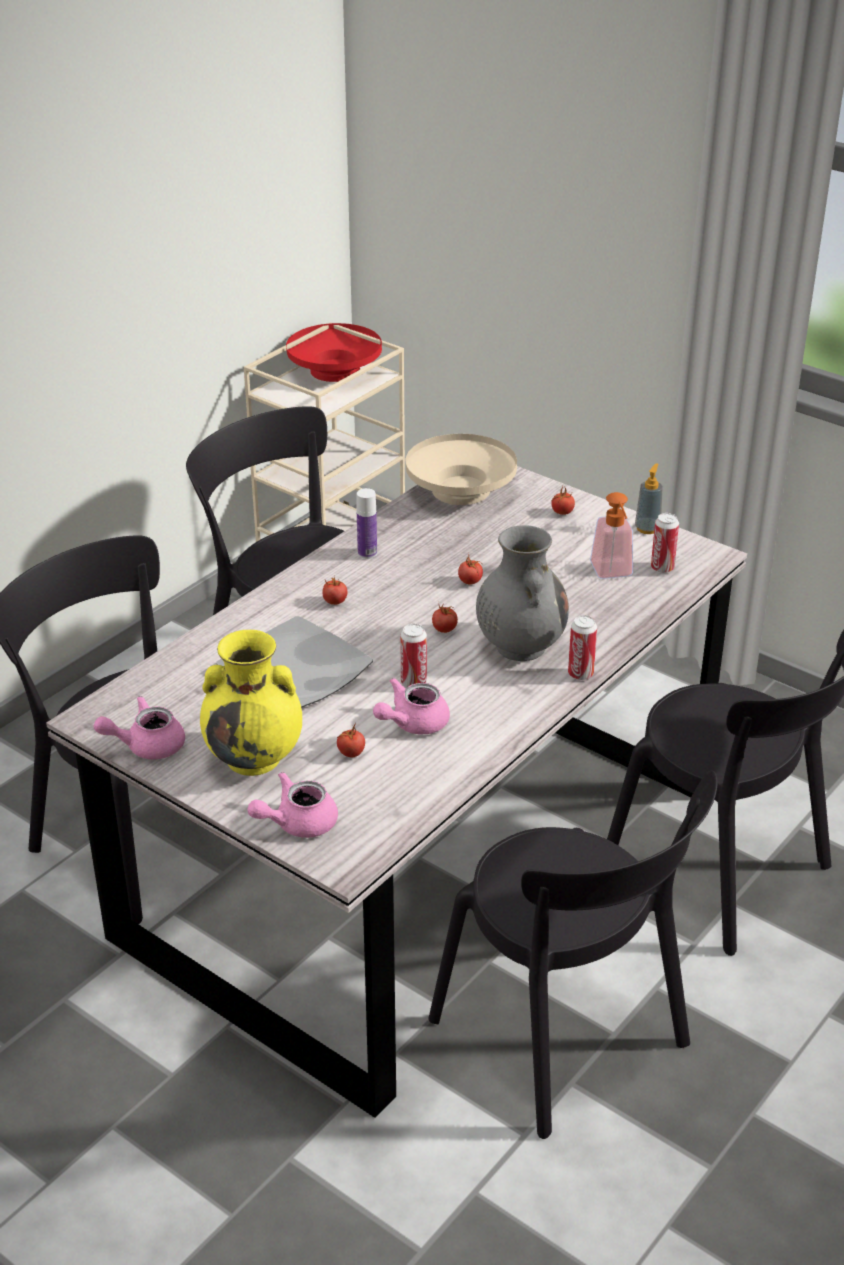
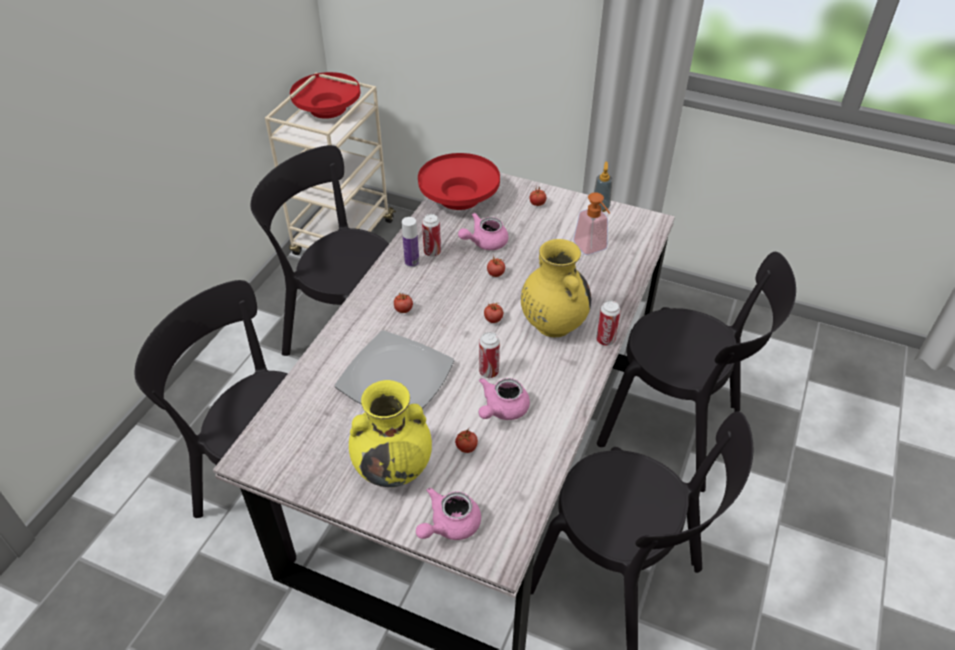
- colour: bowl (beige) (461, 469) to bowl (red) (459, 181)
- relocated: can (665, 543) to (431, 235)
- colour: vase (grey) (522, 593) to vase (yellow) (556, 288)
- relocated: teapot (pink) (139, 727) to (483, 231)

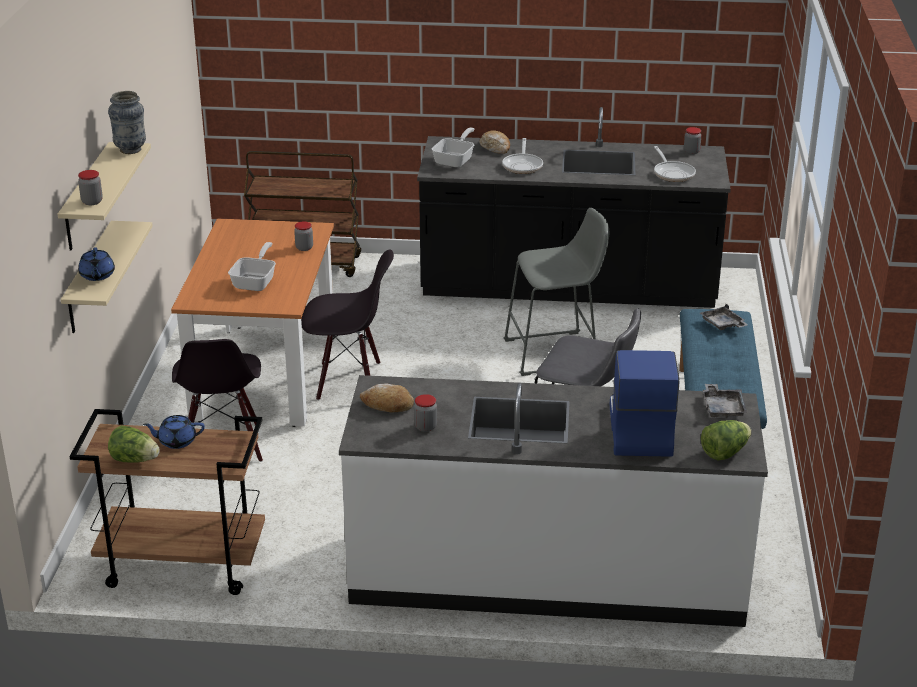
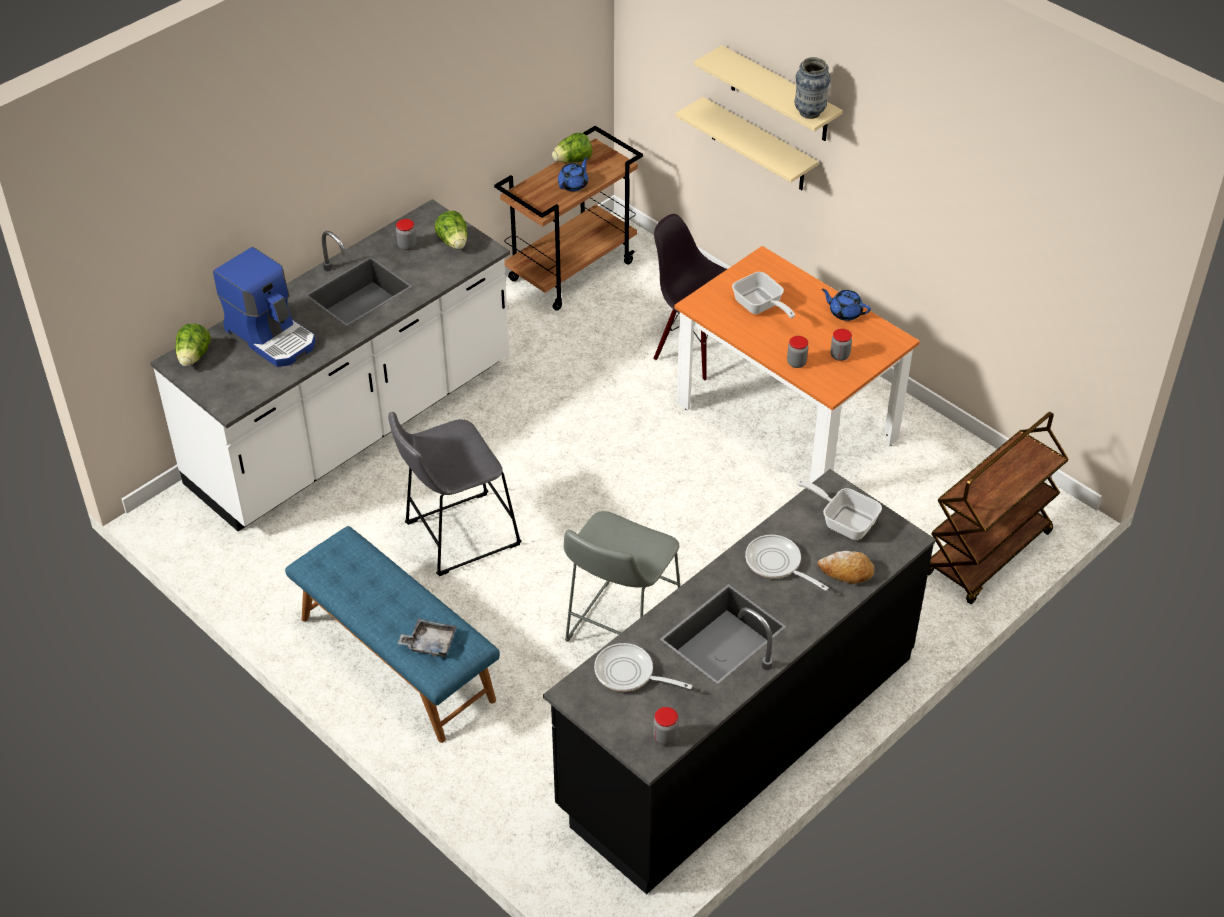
- spun: frying pan (453, 148) = (839, 510) 150 degrees clockwise
- relocated: jar (90, 187) to (841, 345)
- relocated: teapot (blue) (96, 264) to (846, 305)
- missing: chair (black) (347, 325)
- exchanged: bread (387, 397) to lettuce (451, 230)
- missing: tray (grey) (725, 401)

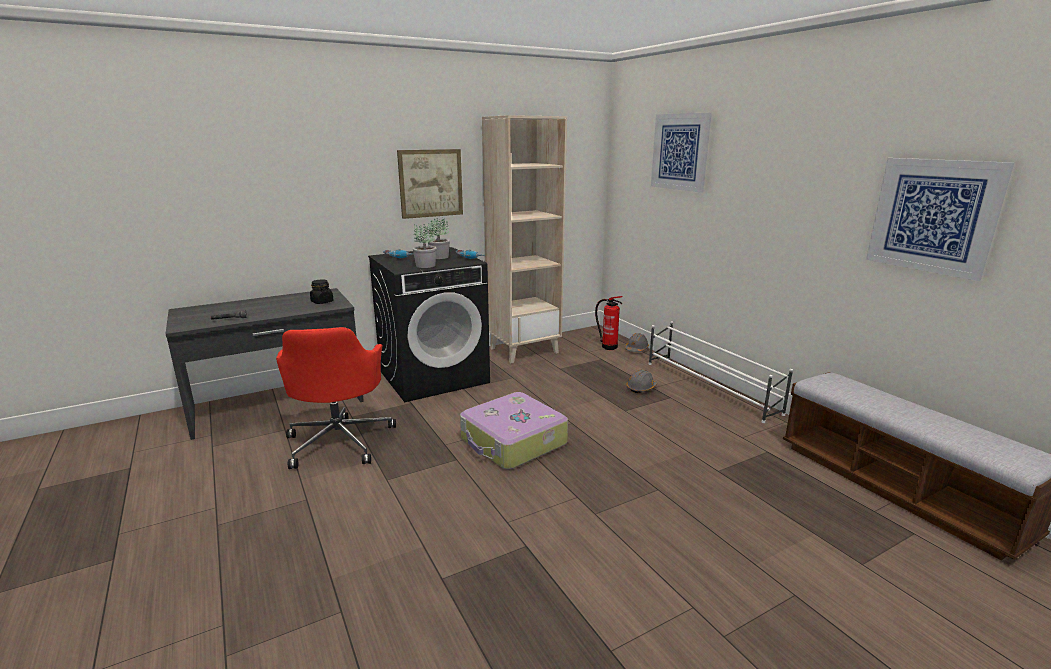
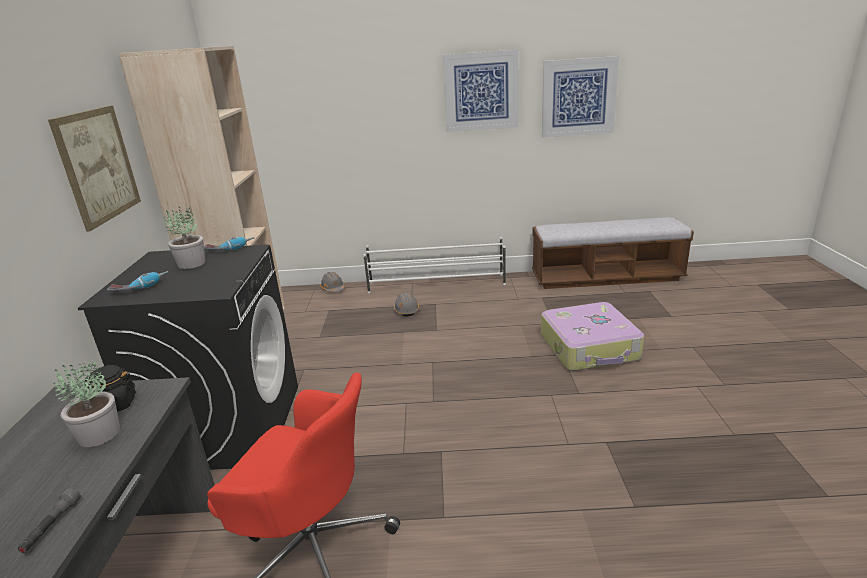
- relocated: picture (681, 153) to (480, 91)
- relocated: potted plant (425, 246) to (87, 404)
- missing: fire extinguisher (609, 323)
- relocated: suitcase (514, 430) to (592, 336)

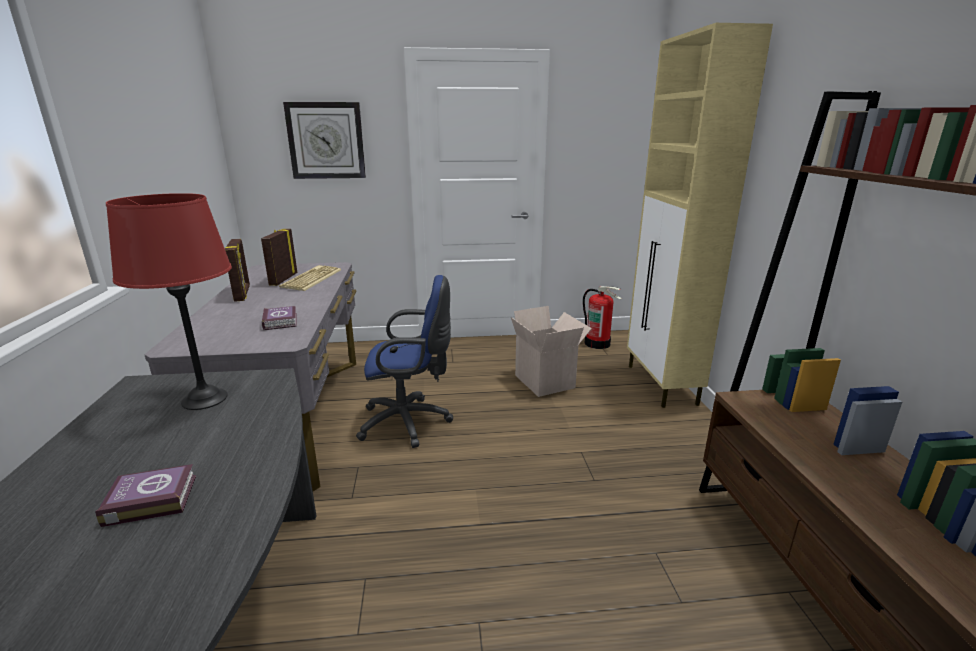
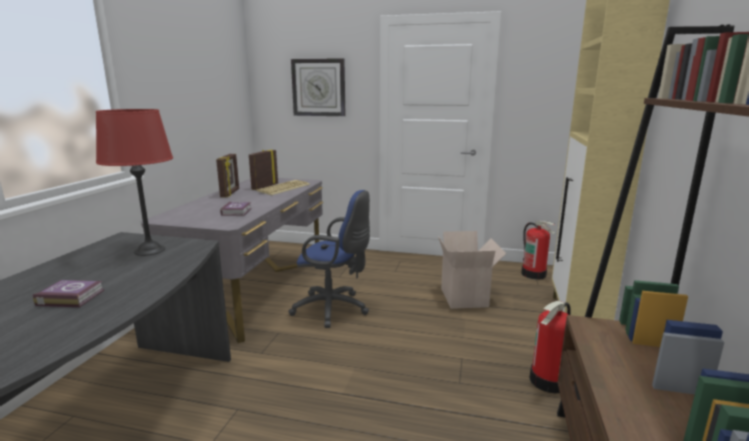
- appeared: fire extinguisher (550, 346)

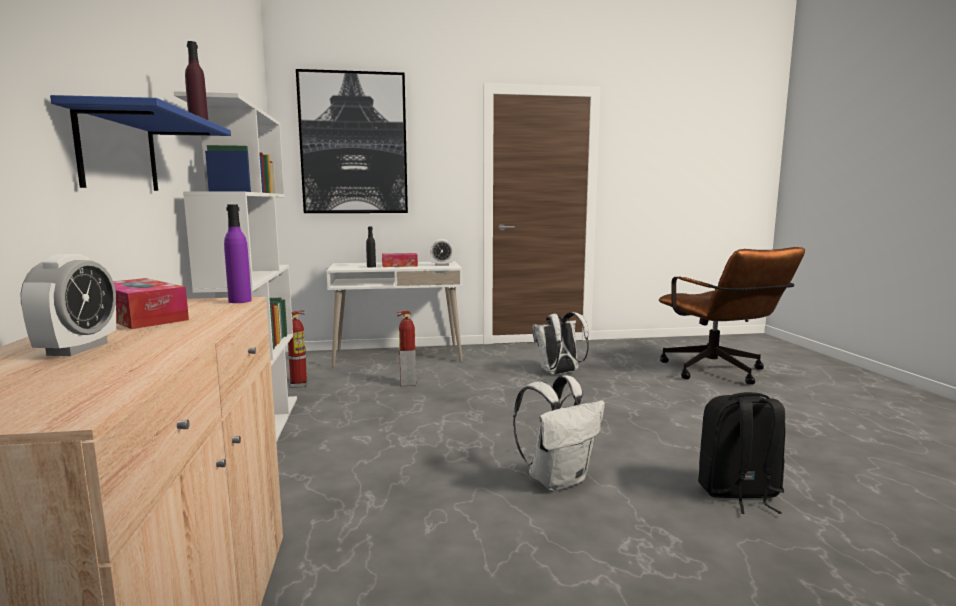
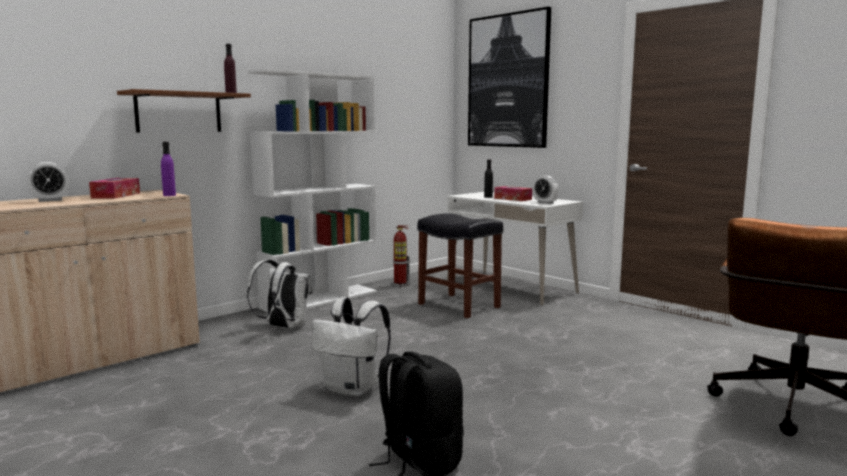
- colour: shelf (blue) (140, 143) to shelf (brown) (184, 110)
- exchanged: fire extinguisher (407, 348) to stool (black) (460, 265)
- relocated: backpack (white) (560, 343) to (279, 294)

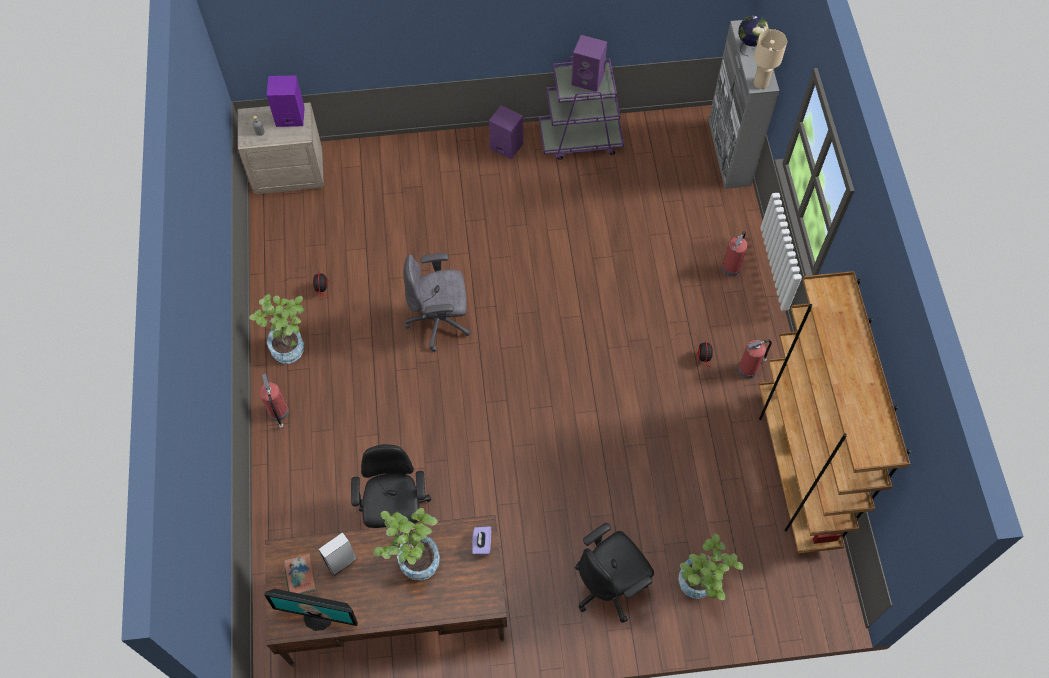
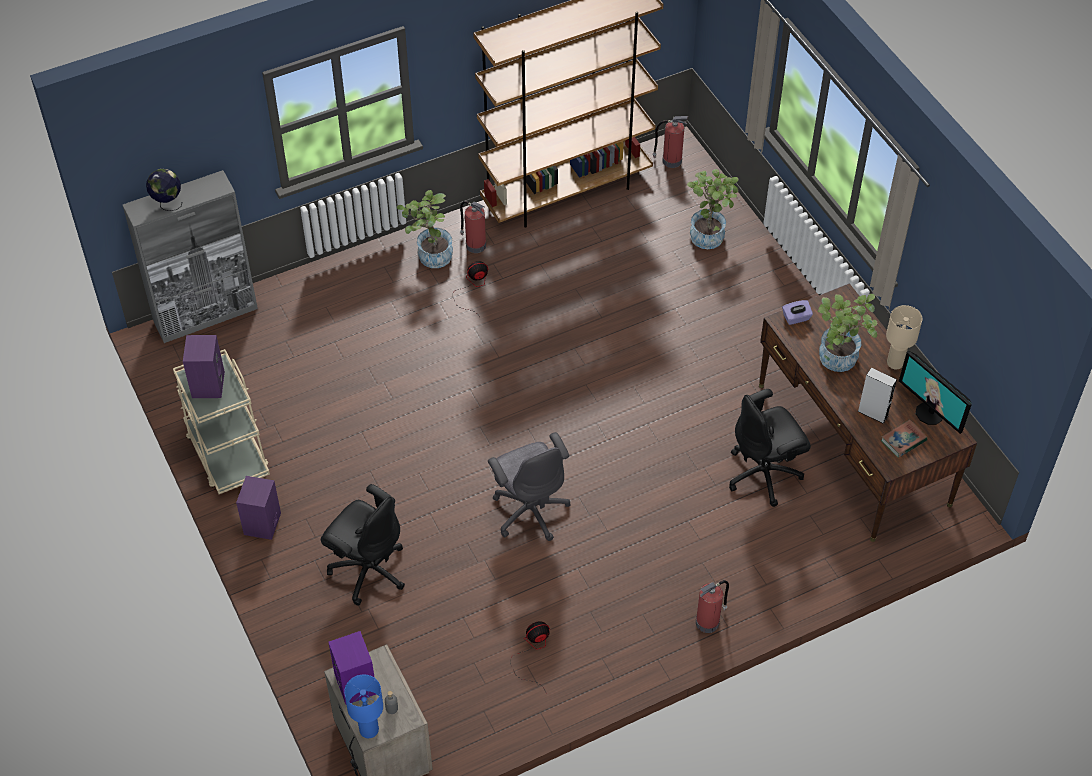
- relocated: table lamp (beige) (770, 59) to (904, 337)
- colour: cart (purple) (581, 108) to cart (beige) (221, 421)
- relocated: fire extinguisher (735, 254) to (670, 142)
- relocated: potted plant (277, 329) to (425, 229)
- relocated: office chair (black) (614, 573) to (362, 544)
- spun: monitor (311, 610) = (935, 392) 150 degrees clockwise
- appeared: table lamp (blue) (363, 706)

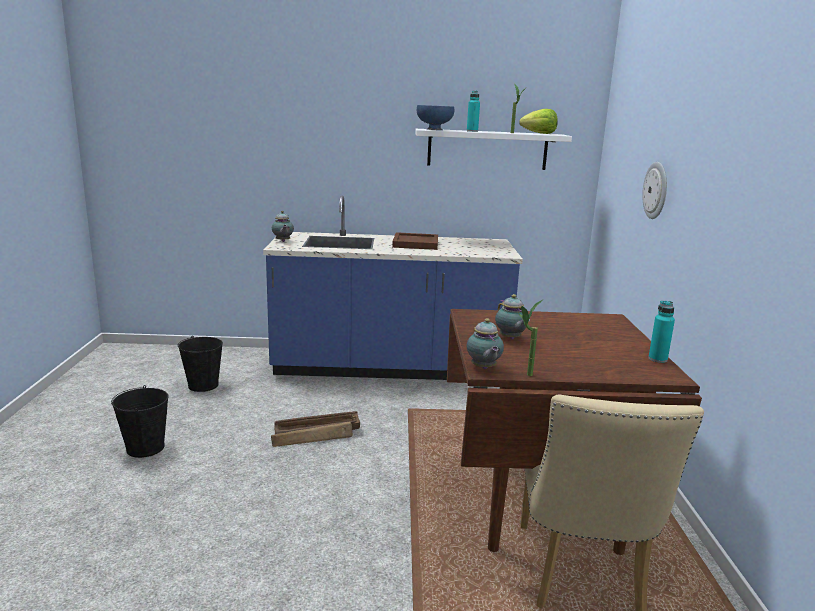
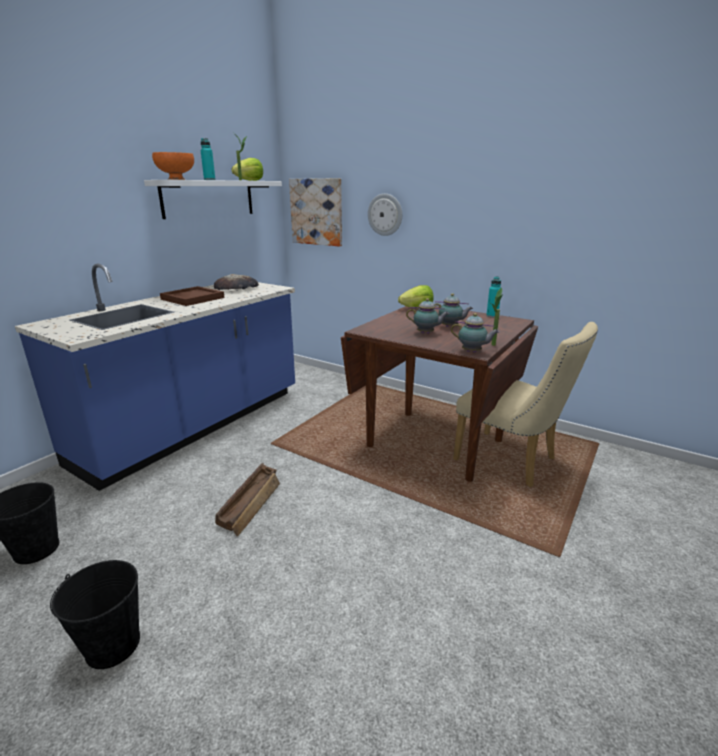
- colour: bowl (blue) (435, 117) to bowl (orange) (173, 166)
- relocated: teapot (283, 226) to (453, 310)
- appeared: picture (315, 212)
- appeared: bread (236, 282)
- appeared: lettuce (415, 296)

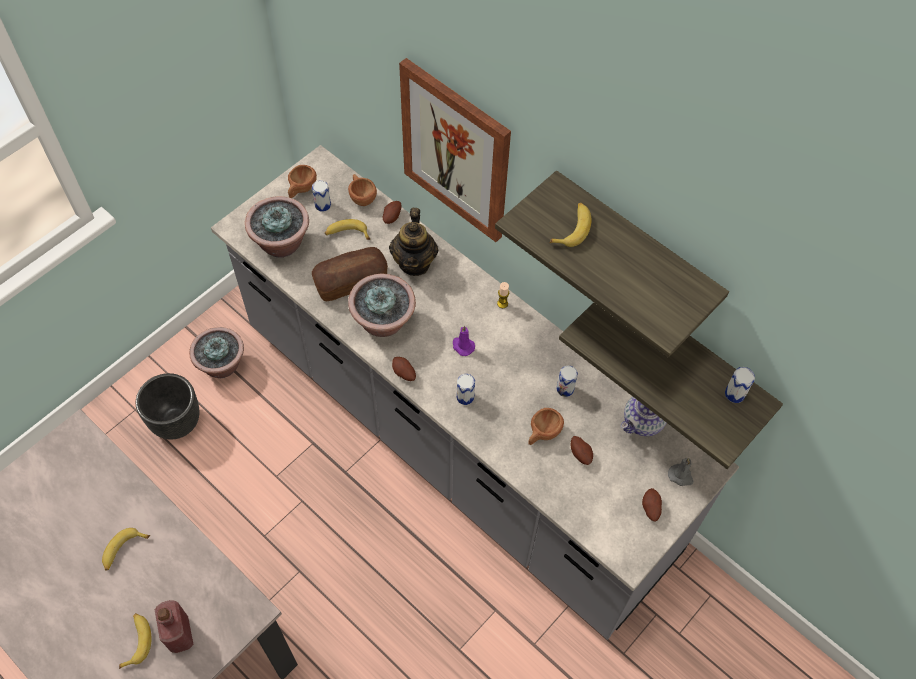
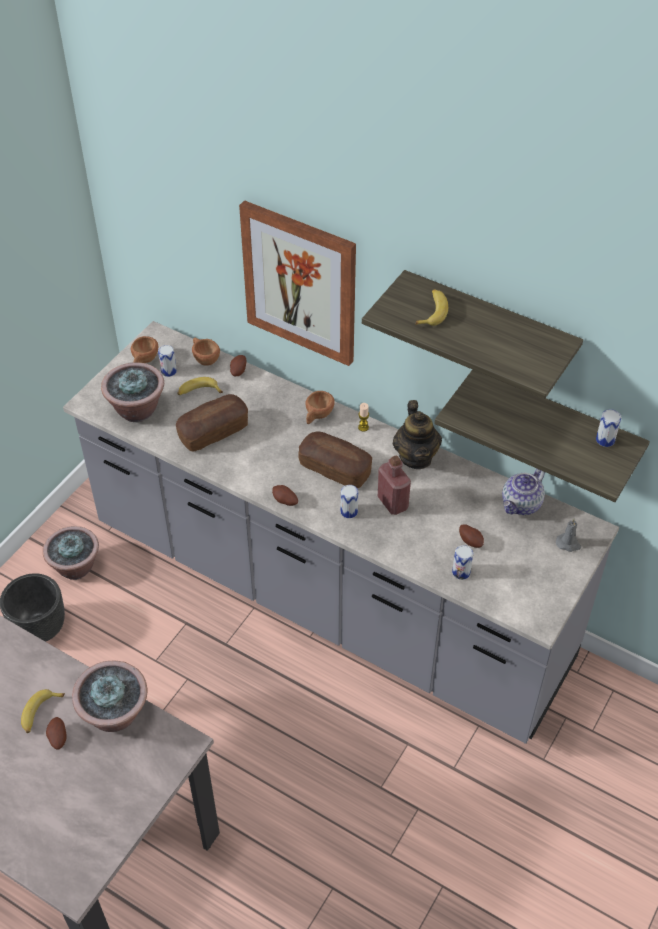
- relocated: teapot (413, 242) to (417, 434)
- relocated: potted plant (382, 305) to (110, 696)
- exchanged: candle (purple) (464, 341) to bread (335, 459)
- relocated: can (567, 381) to (462, 562)
- relocated: cup (brown) (546, 426) to (320, 407)
- relocated: potato (652, 505) to (56, 733)
- relocated: bottle (red) (174, 626) to (394, 485)
- missing: banana (135, 641)

